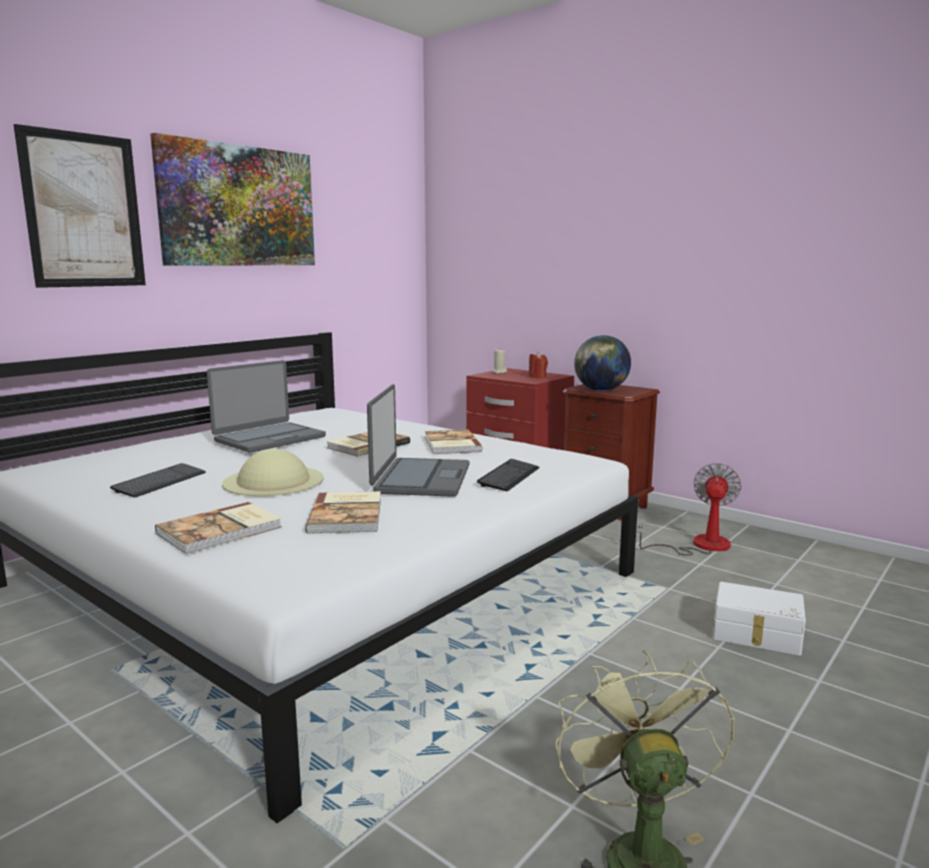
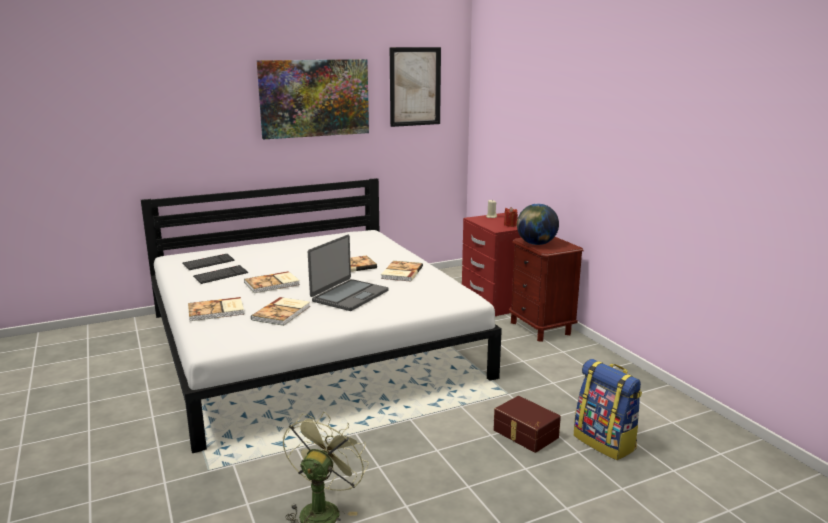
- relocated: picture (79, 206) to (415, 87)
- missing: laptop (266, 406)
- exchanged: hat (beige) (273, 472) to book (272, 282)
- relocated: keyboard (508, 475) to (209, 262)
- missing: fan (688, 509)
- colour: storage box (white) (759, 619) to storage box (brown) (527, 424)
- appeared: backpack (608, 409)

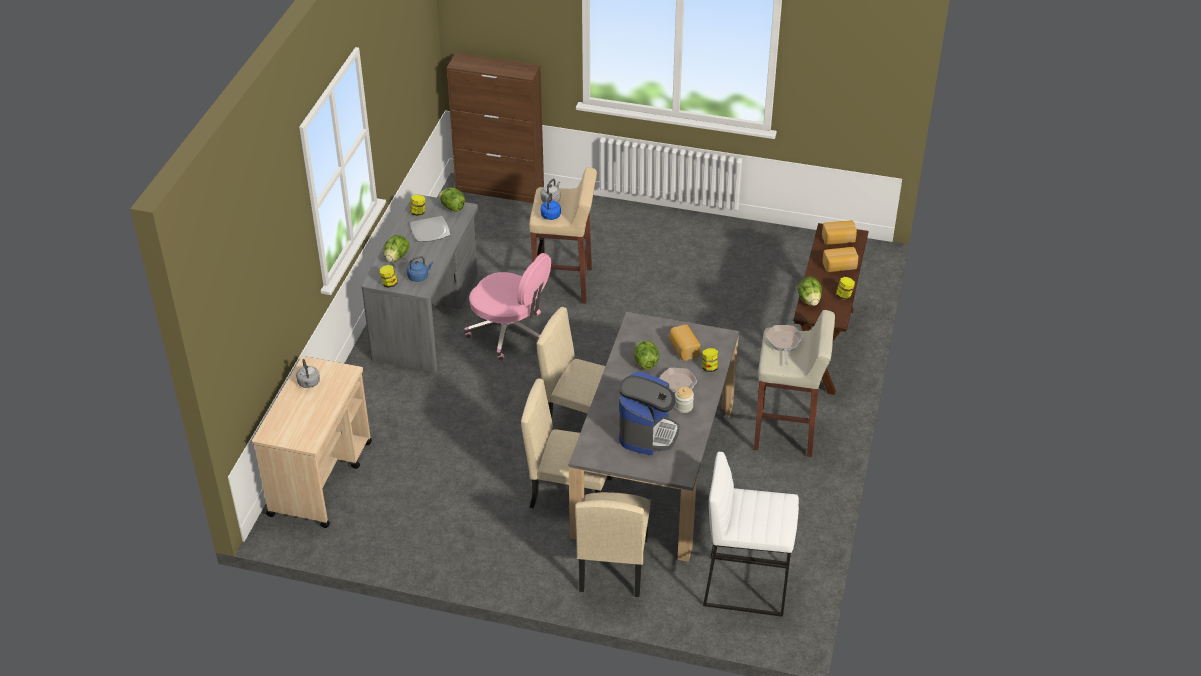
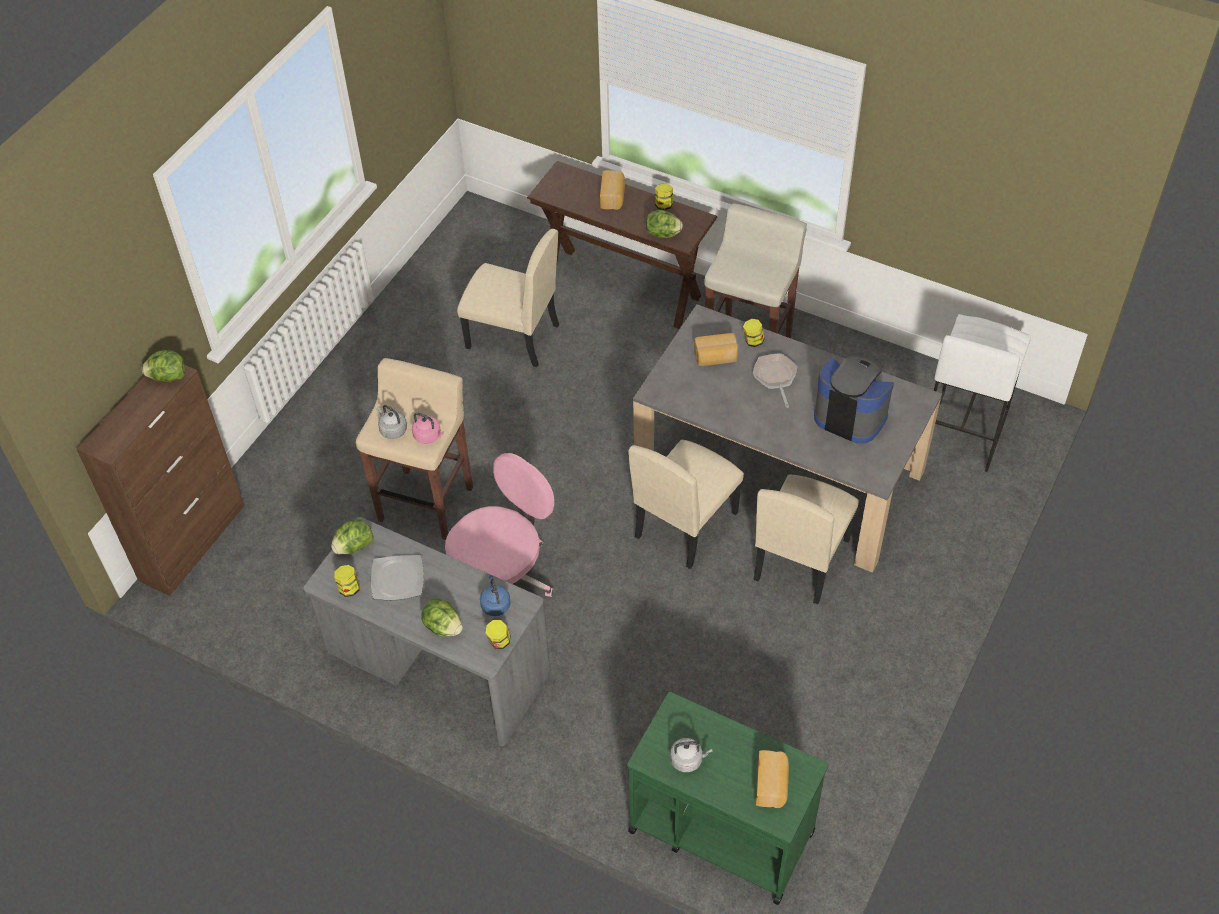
- colour: kettle (blue) (551, 206) to kettle (pink) (428, 428)
- relocated: bread (839, 232) to (772, 779)
- missing: frying pan (784, 345)
- relocated: lettuce (646, 355) to (163, 366)
- colour: cart (beige) (312, 442) to cart (green) (727, 798)
- missing: jar (684, 400)
- relocated: chair (beige) (613, 544) to (508, 298)

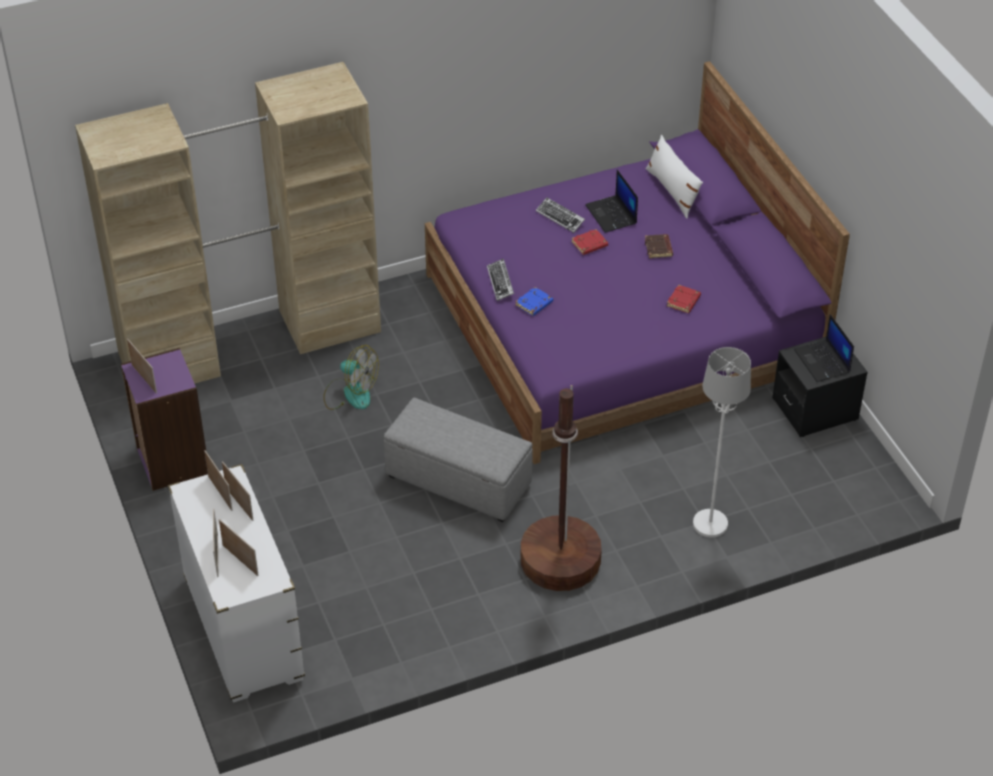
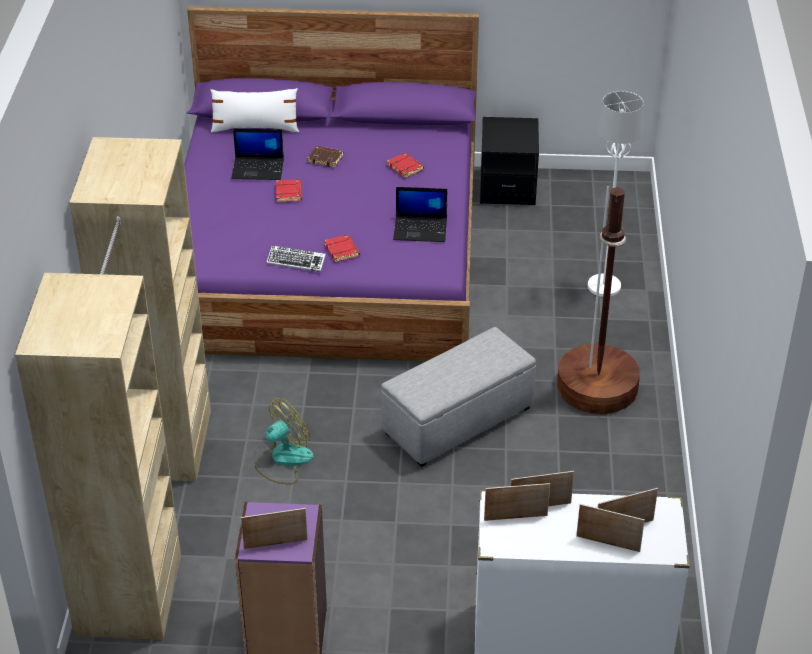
- missing: keyboard (560, 215)
- colour: book (blue) (534, 301) to book (red) (342, 248)
- relocated: laptop (824, 348) to (420, 214)

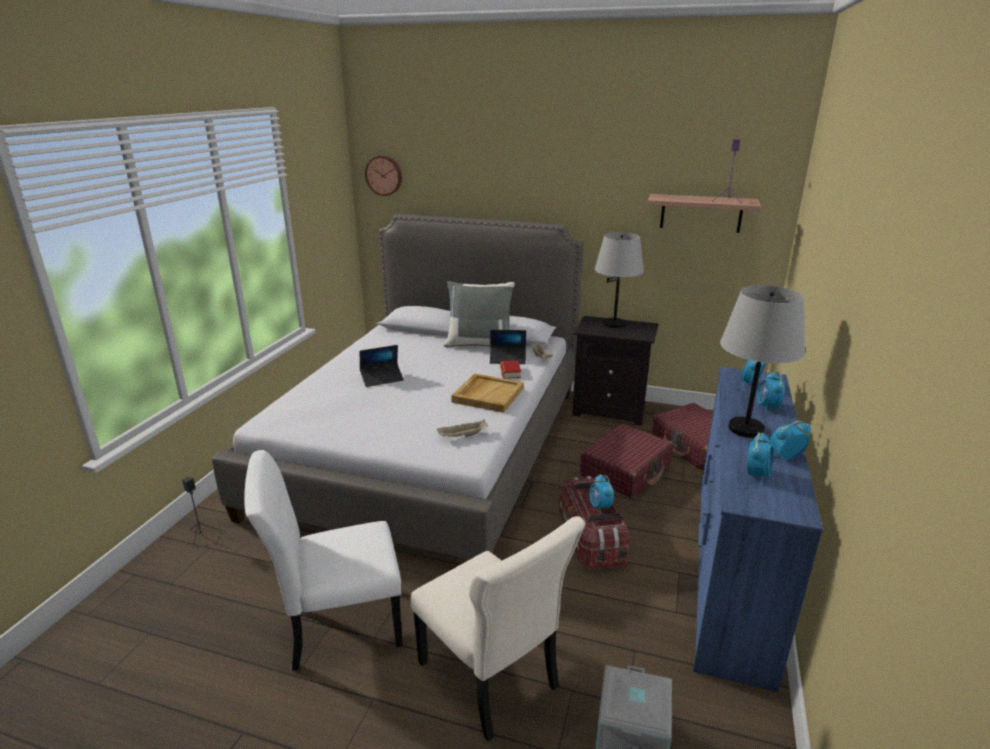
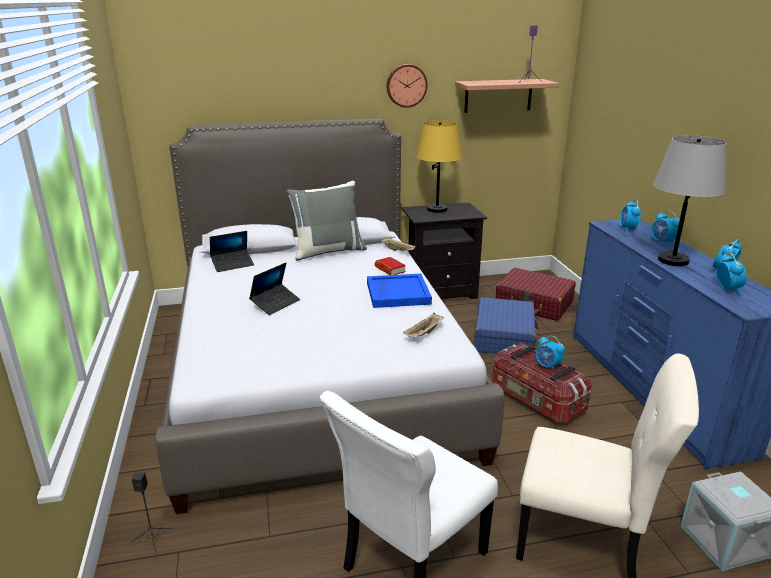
- relocated: wall clock (383, 175) to (407, 86)
- colour: table lamp (grey) (619, 280) to table lamp (yellow) (439, 166)
- relocated: laptop (508, 347) to (232, 251)
- colour: tray (beige) (487, 393) to tray (blue) (399, 291)
- colour: suitcase (red) (626, 461) to suitcase (blue) (506, 325)

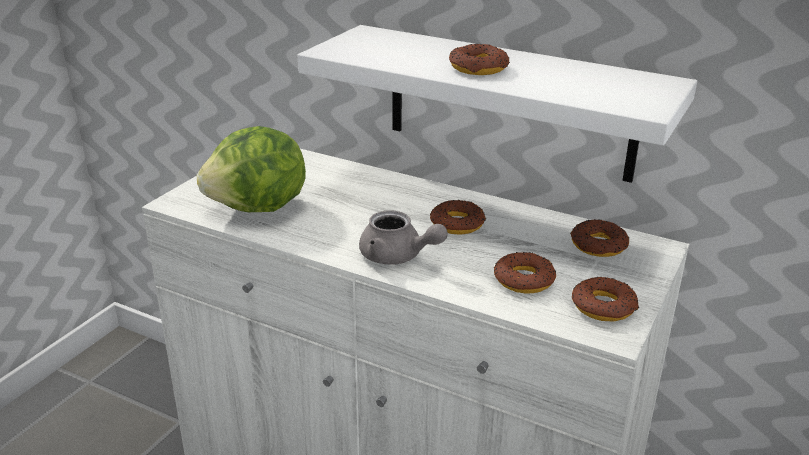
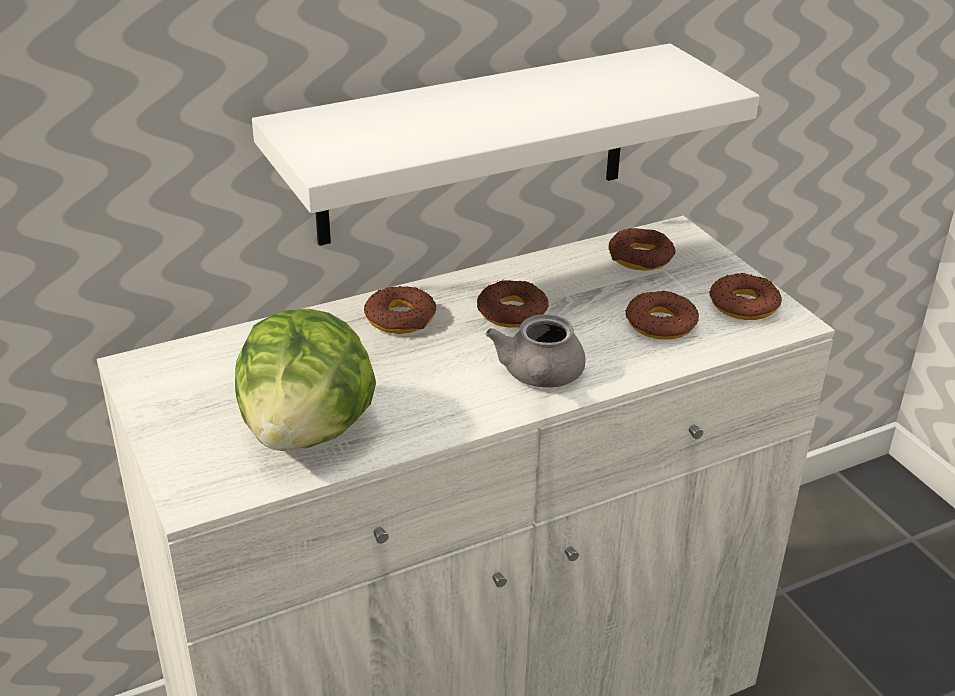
- relocated: donut (479, 59) to (400, 310)
- spun: teapot (grey) (403, 237) = (535, 350) 120 degrees clockwise

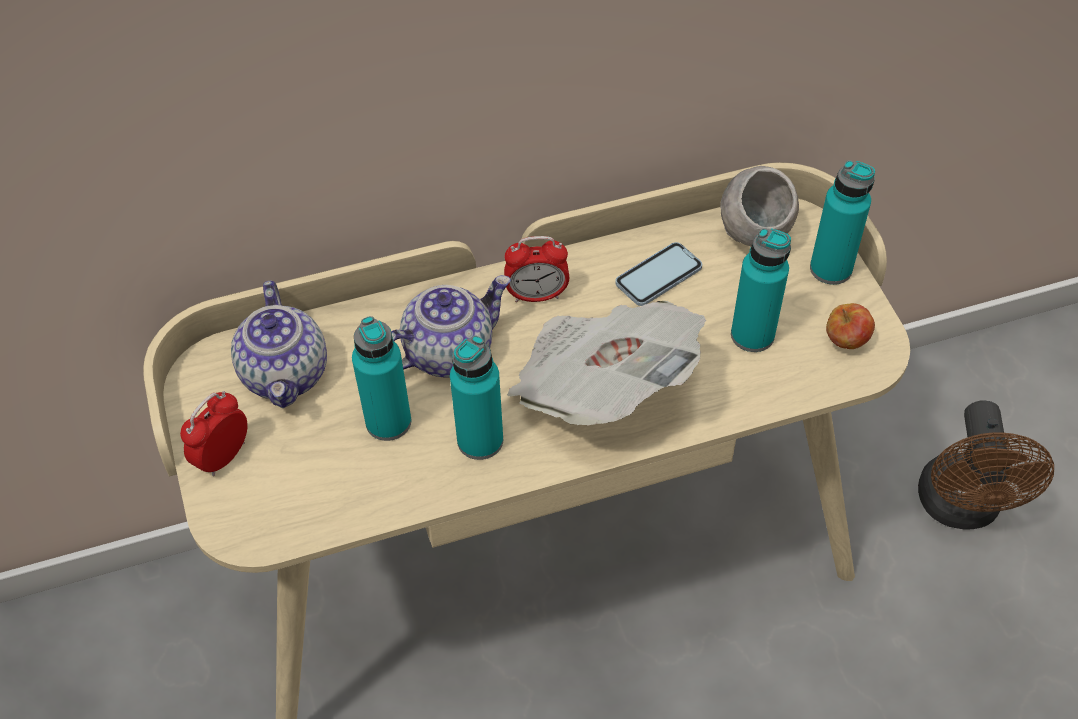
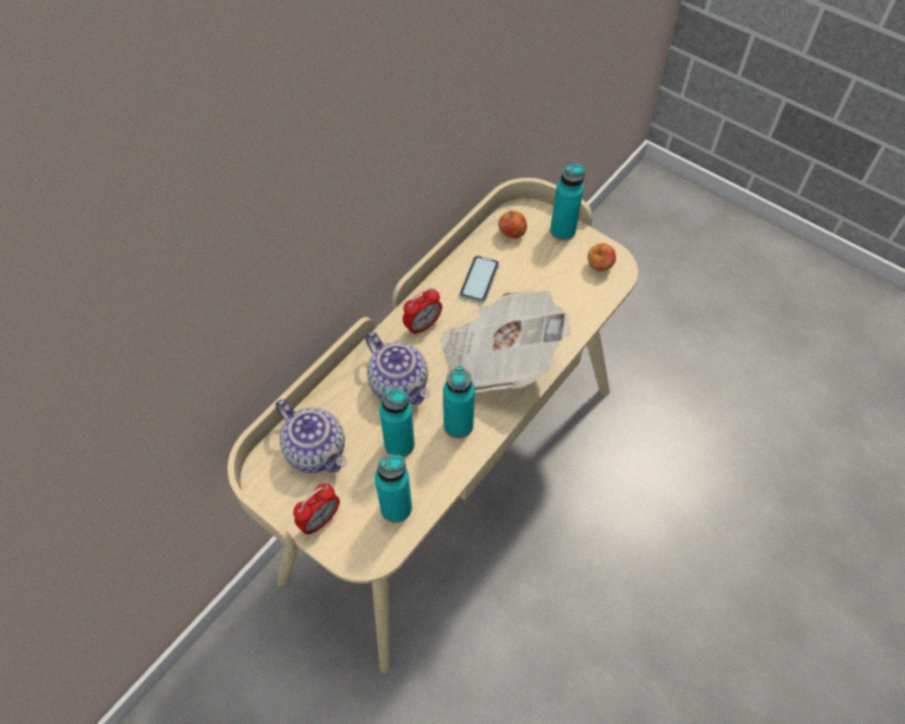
- exchanged: bowl (grey) (759, 206) to apple (512, 224)
- relocated: bottle (turquoise) (761, 290) to (393, 488)
- spun: teapot (451, 326) = (397, 368) 120 degrees clockwise
- spun: alarm clock (214, 433) = (316, 509) 135 degrees counterclockwise
- missing: fan (brown) (986, 464)

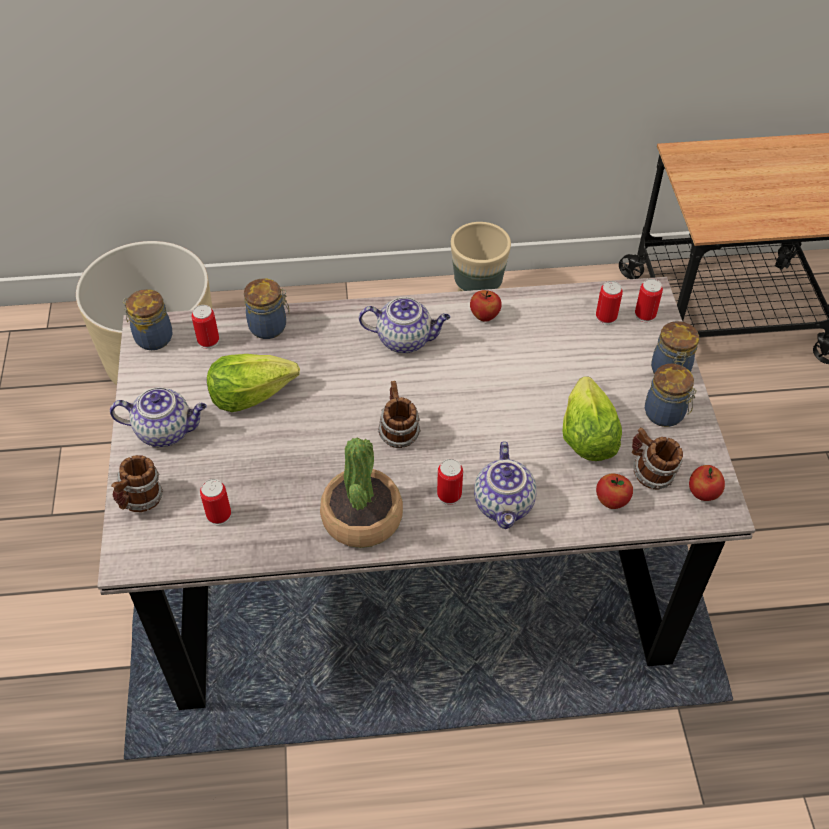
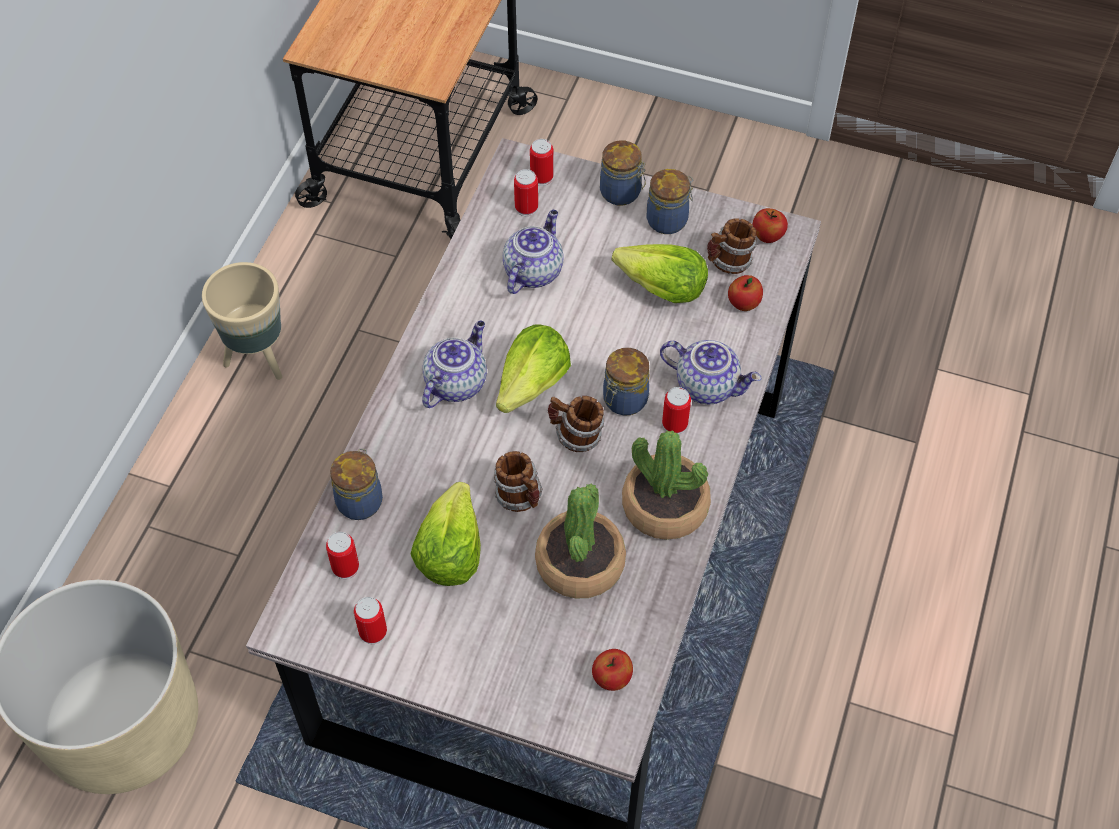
- relocated: jar (147, 319) to (626, 381)
- relocated: apple (486, 305) to (612, 670)
- relocated: teapot (158, 417) to (533, 252)
- relocated: mug (137, 483) to (518, 481)
- relocated: can (215, 502) to (370, 620)
- appeared: lettuce (533, 368)
- appeared: potted plant (580, 540)

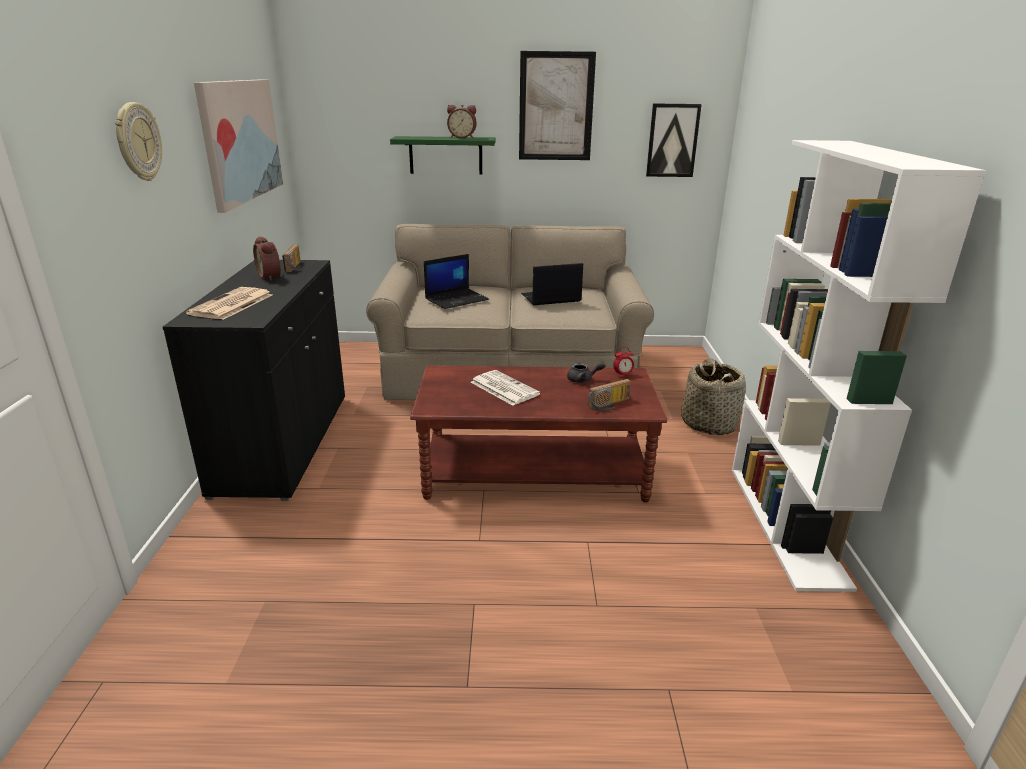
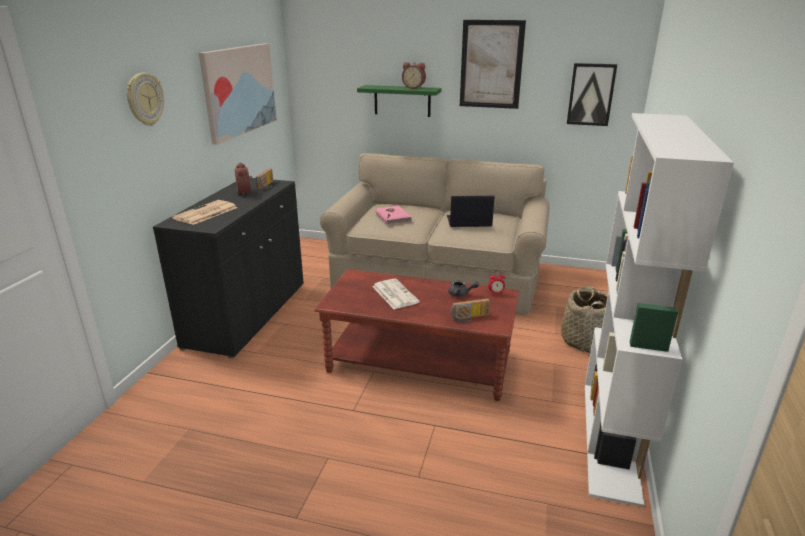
- exchanged: laptop (456, 281) to book (pink) (393, 215)

